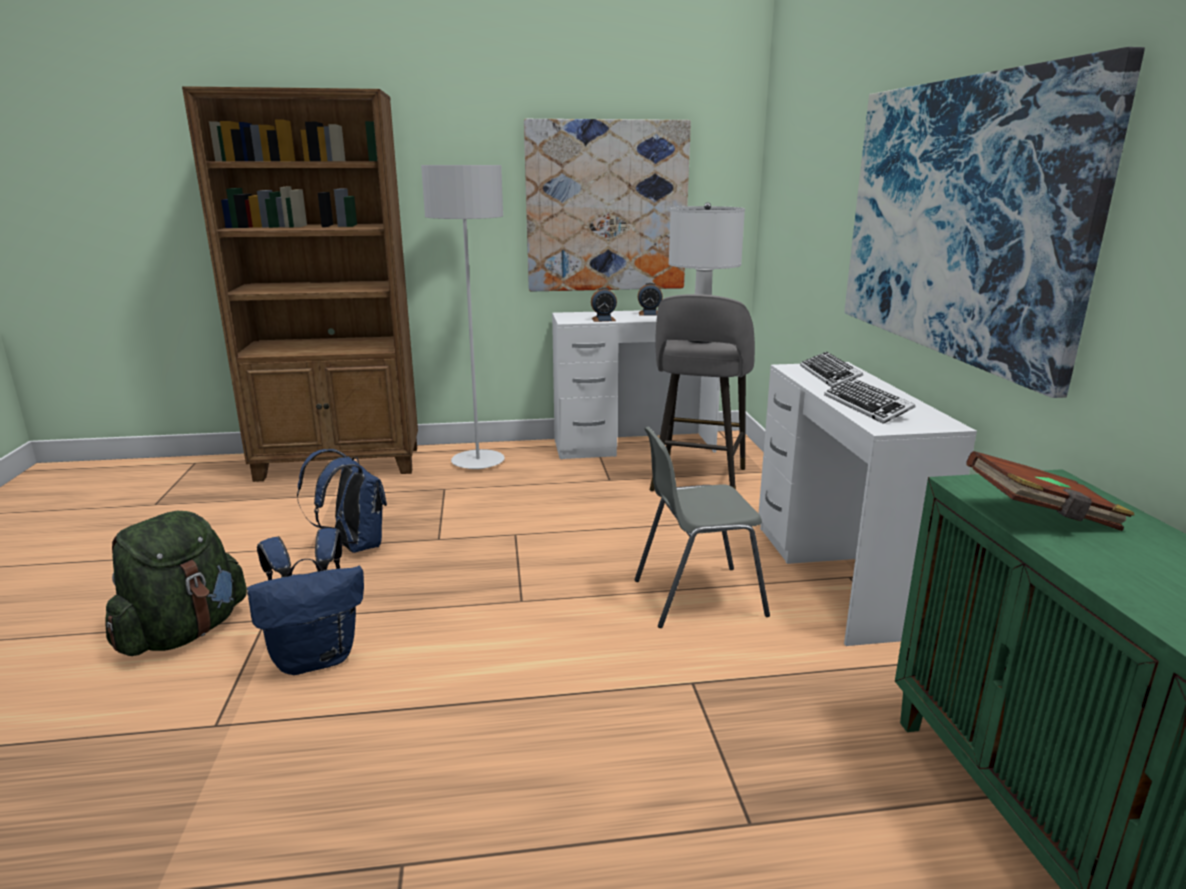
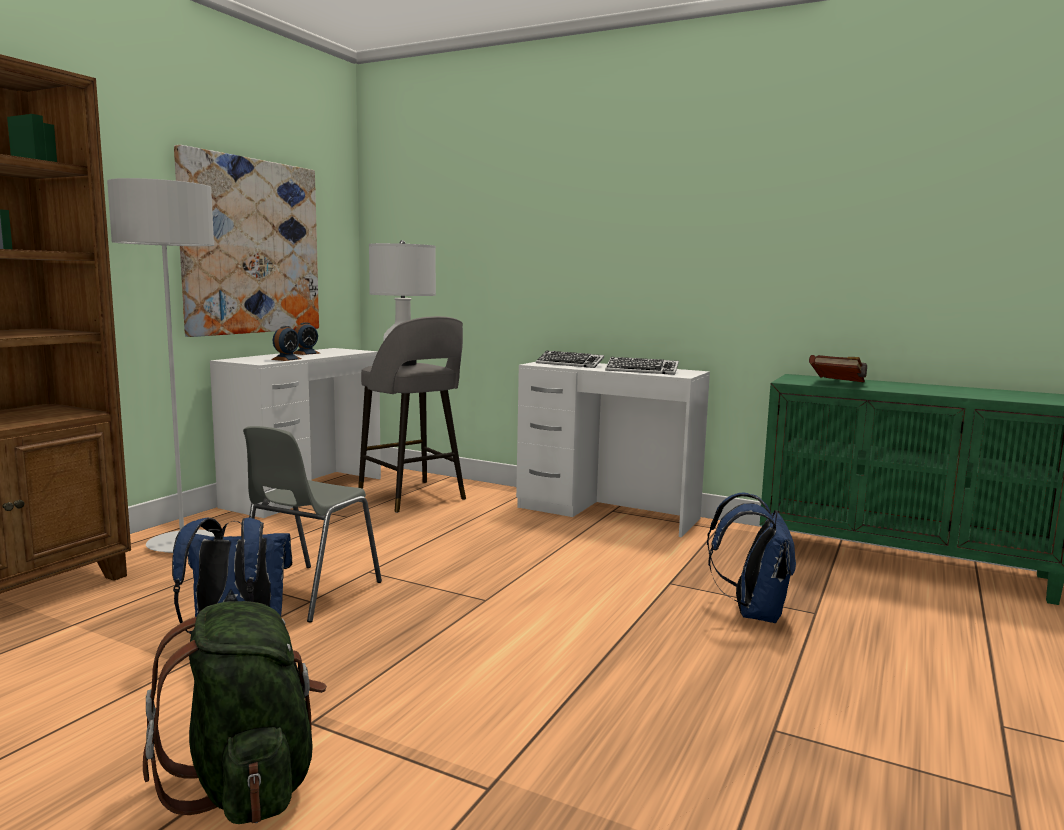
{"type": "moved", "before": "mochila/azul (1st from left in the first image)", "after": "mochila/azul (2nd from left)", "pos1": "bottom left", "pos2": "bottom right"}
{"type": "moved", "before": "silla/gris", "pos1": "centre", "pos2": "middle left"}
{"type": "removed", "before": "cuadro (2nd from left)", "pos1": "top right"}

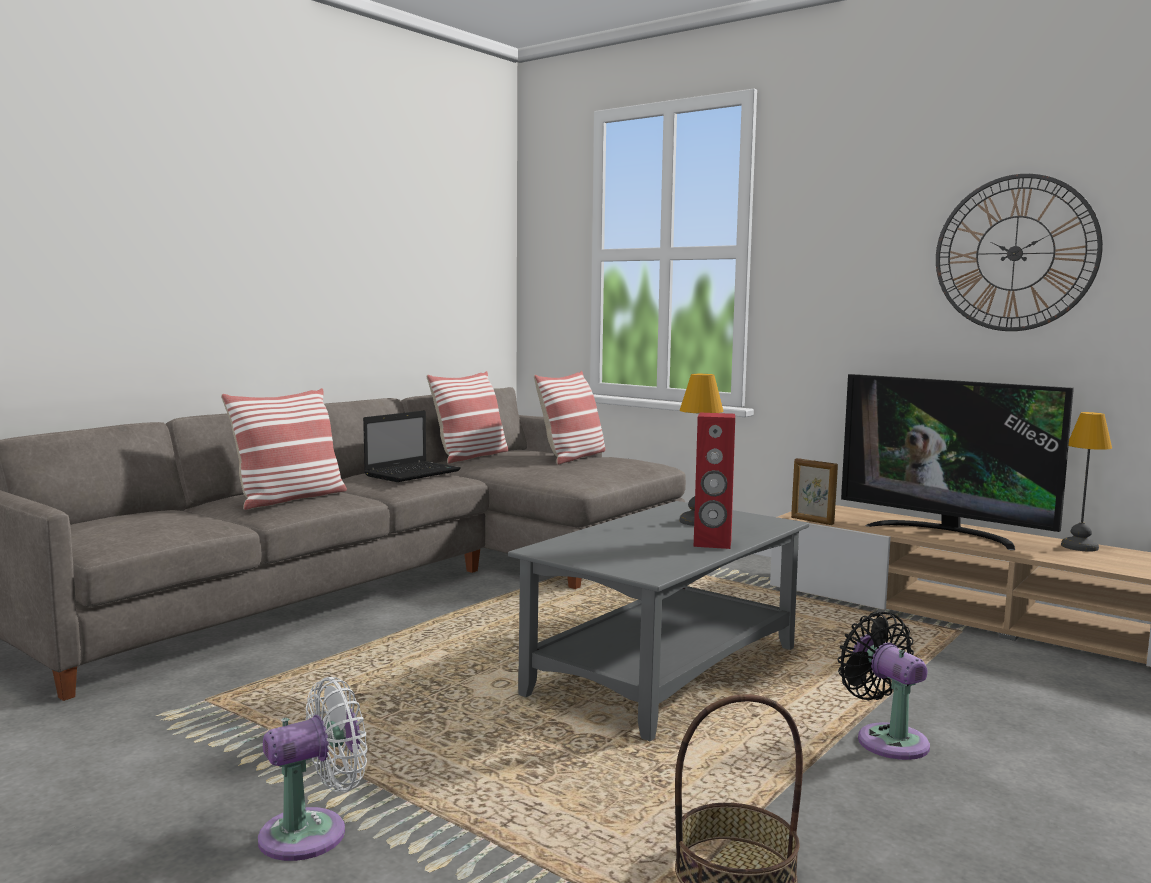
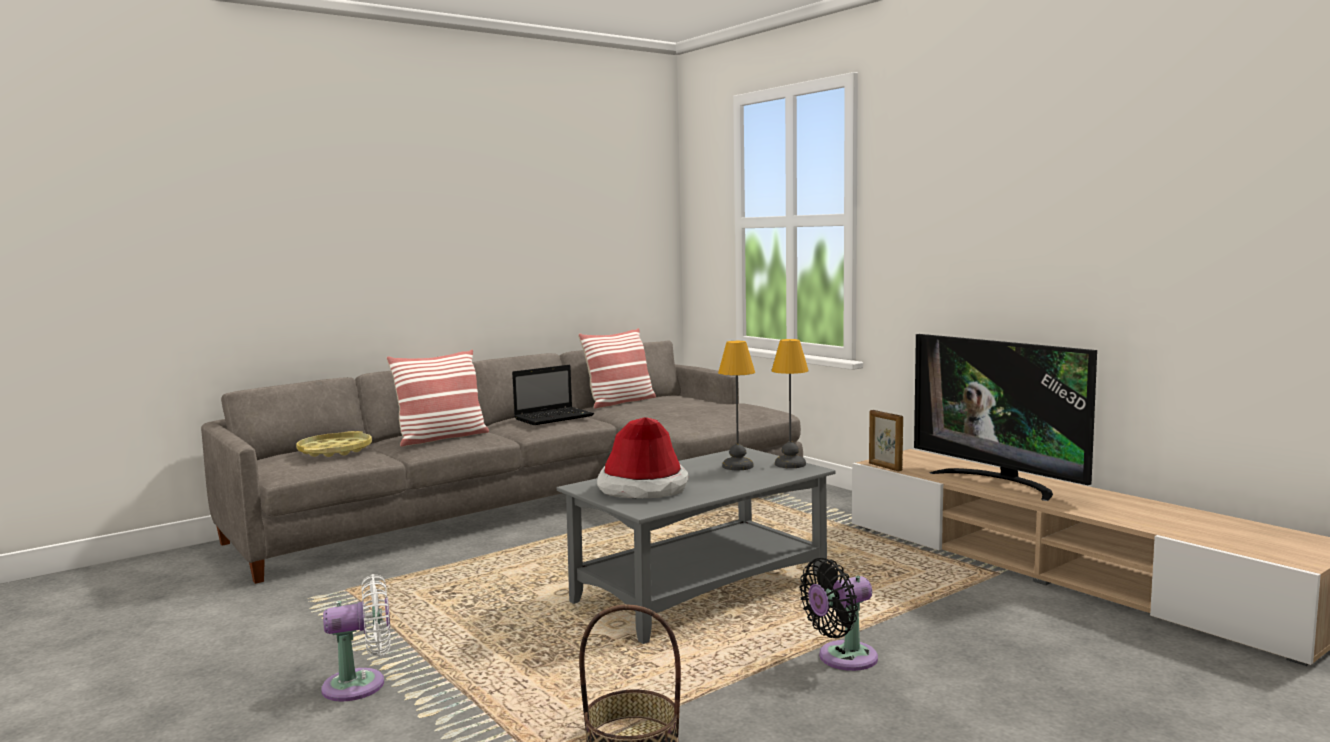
{"type": "removed", "before": "cojín (3rd from left)", "pos1": "centre"}
{"type": "removed", "before": "altavoz/rojo", "pos1": "centre"}
{"type": "turned", "before": "ventilador/negro", "pos1": "bottom right", "pos2": "bottom centre", "turn": -105}
{"type": "removed", "before": "reloj de pared", "pos1": "top right"}
{"type": "moved", "before": "lámpara de mesa (2nd from left)", "pos1": "middle right", "pos2": "centre"}
{"type": "added", "after": "bandeja/amarillo", "pos2": "middle left"}
{"type": "added", "after": "sombrero", "pos2": "centre"}

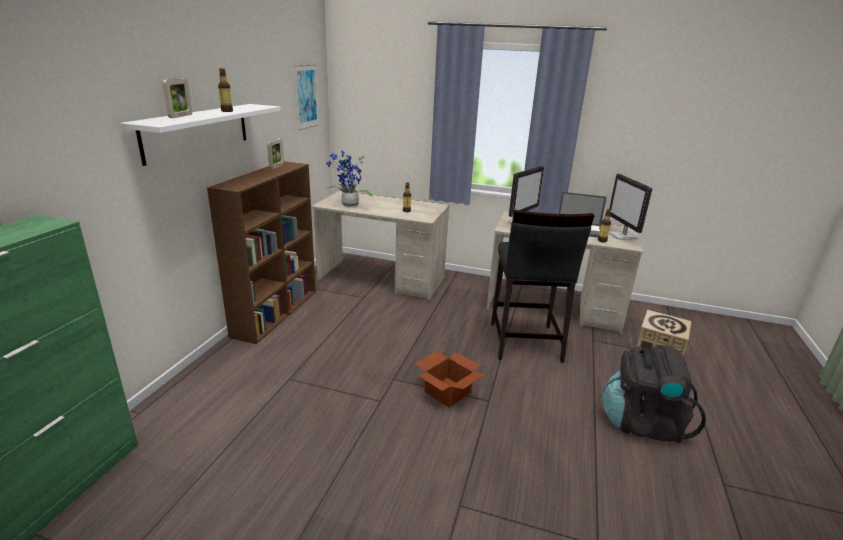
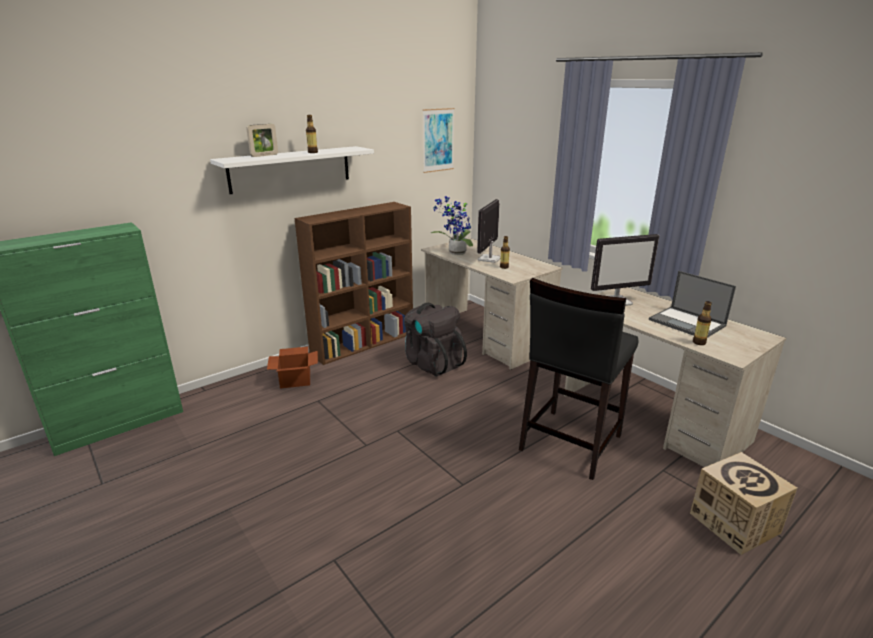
{"type": "removed", "before": "portarretratos (2nd from left)", "pos1": "top left"}
{"type": "moved", "before": "caja de cartón (1st from left)", "pos1": "bottom centre", "pos2": "centre"}
{"type": "moved", "before": "mochila/negro", "pos1": "bottom right", "pos2": "centre"}
{"type": "moved", "before": "monitor (2nd from left in the first image)", "after": "monitor (1st from left)", "pos1": "middle right", "pos2": "centre"}

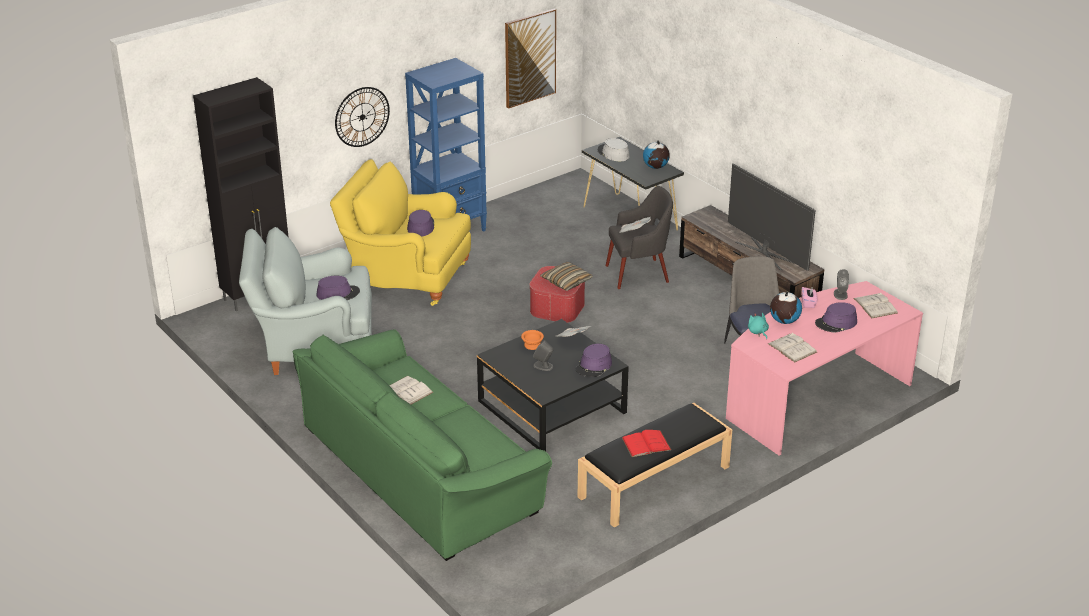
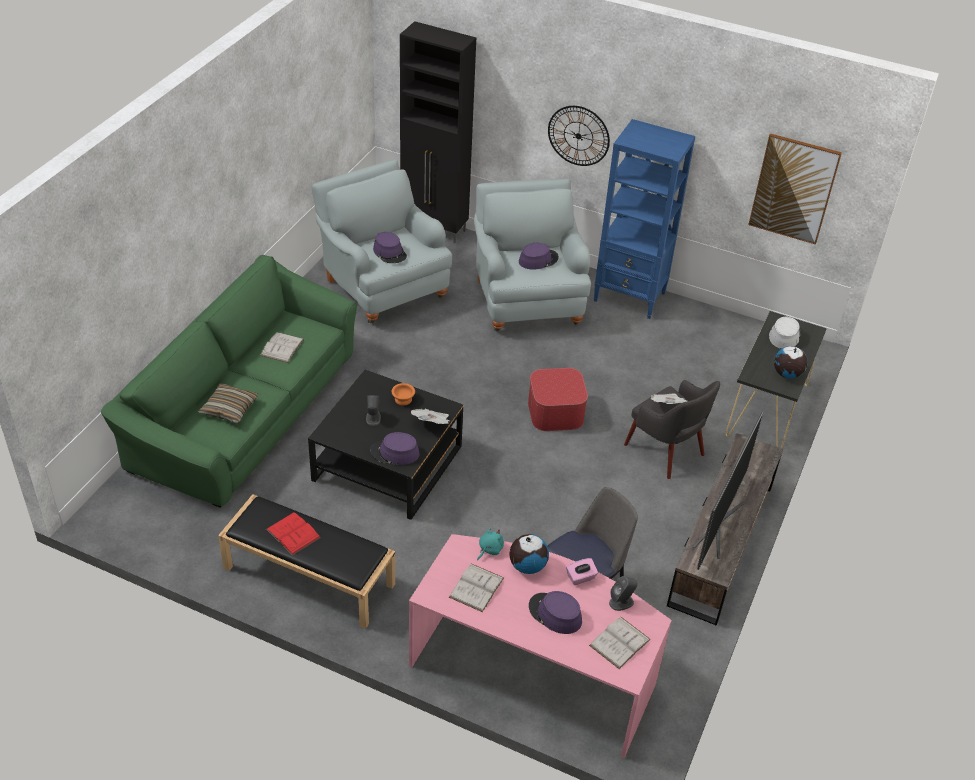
{"type": "recoloured", "before": "sillón/amarillo", "after": "sillón/gris (2nd from left)", "pos1": "centre", "pos2": "top centre"}
{"type": "moved", "before": "cojín", "pos1": "centre", "pos2": "middle left"}

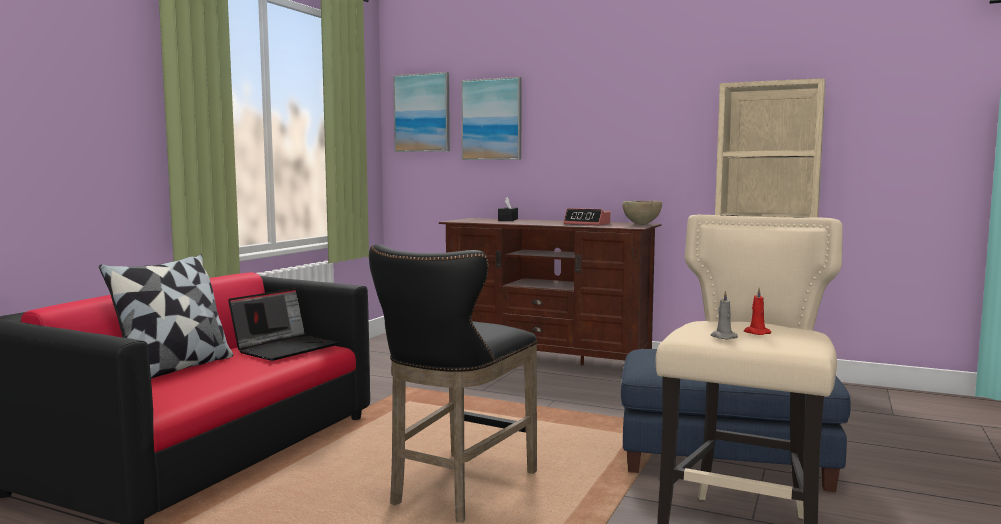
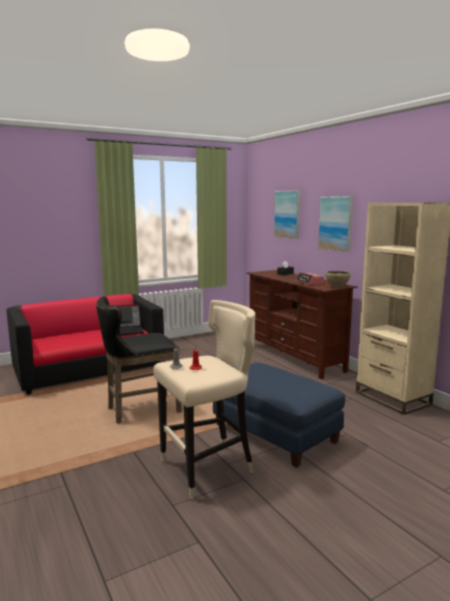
{"type": "removed", "before": "cojín", "pos1": "middle left"}
{"type": "moved", "before": "cuadro (1st from left in the first image)", "after": "cuadro (2nd from left)", "pos1": "top centre", "pos2": "middle right"}

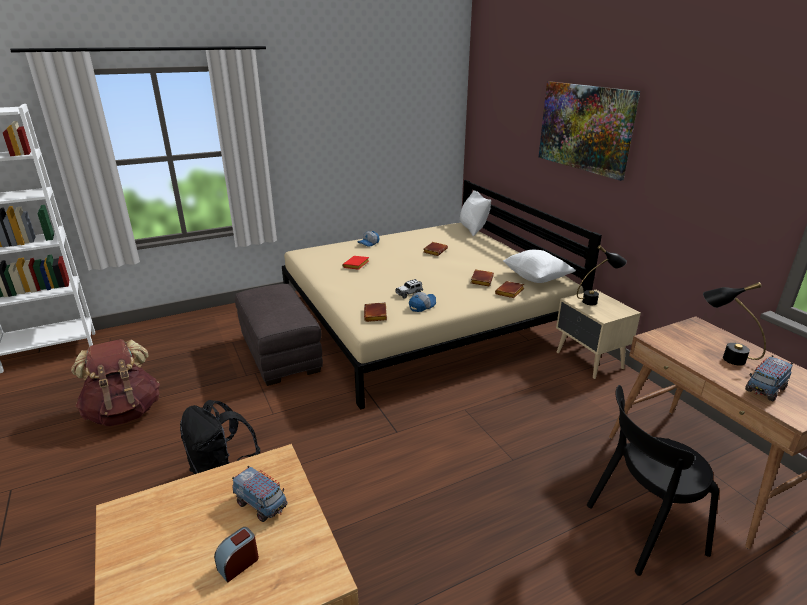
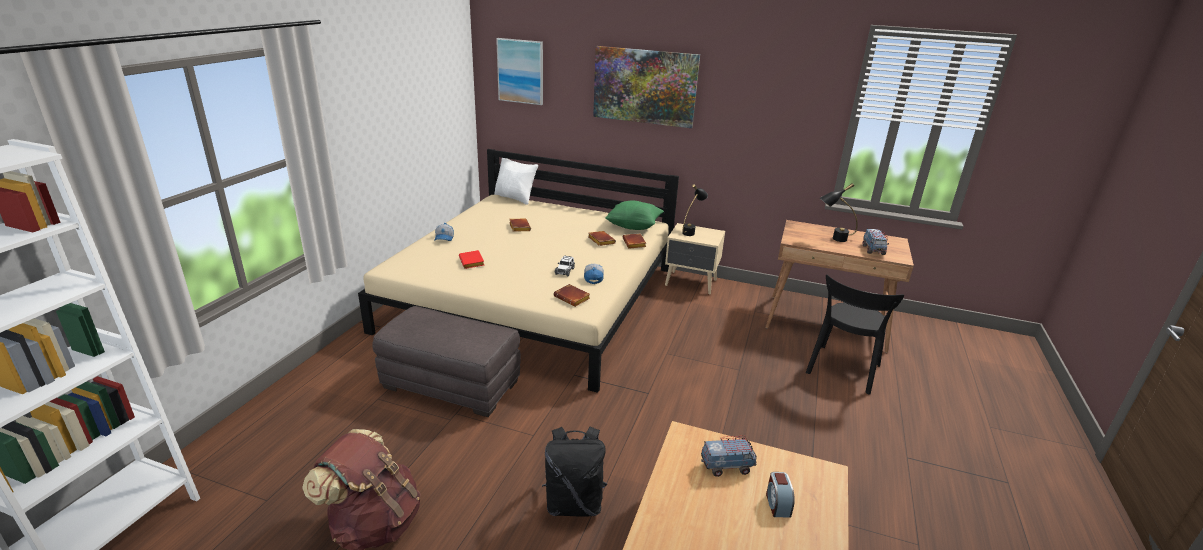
{"type": "recoloured", "before": "cojín/blanco (2nd from left)", "after": "cojín/verde", "pos1": "middle right", "pos2": "centre"}
{"type": "added", "after": "cuadro (1st from left)", "pos2": "top centre"}

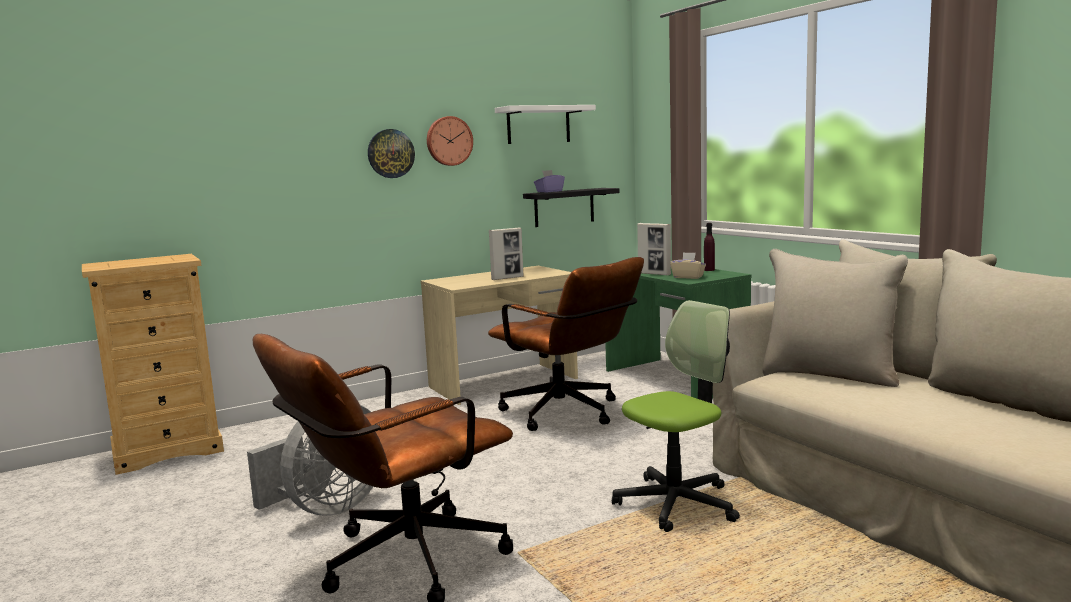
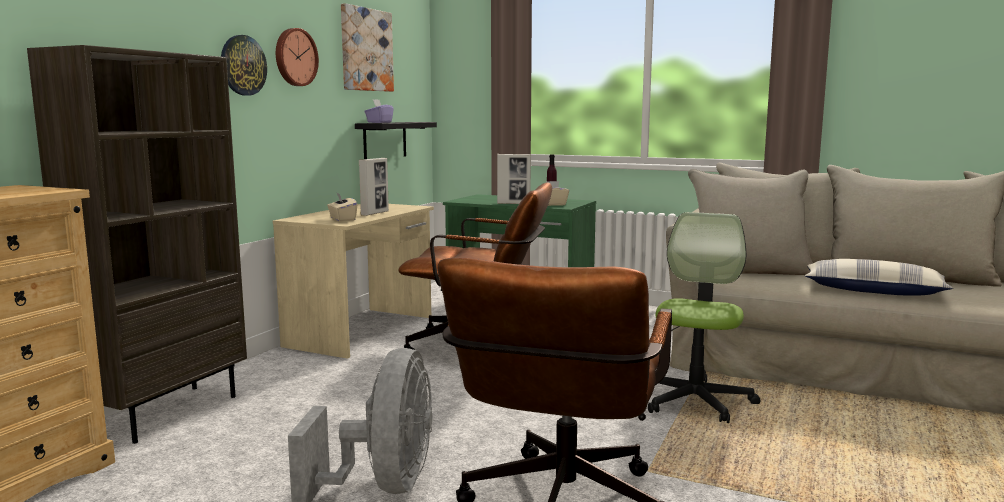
{"type": "replaced", "before": "estante/blanco", "after": "cuadro", "pos1": "top centre", "pos2": "top centre"}
{"type": "added", "after": "estantería/marrón", "pos2": "middle left"}
{"type": "added", "after": "caja de pañuelos/beis (1st from left)", "pos2": "centre"}
{"type": "added", "after": "cojín", "pos2": "middle right"}

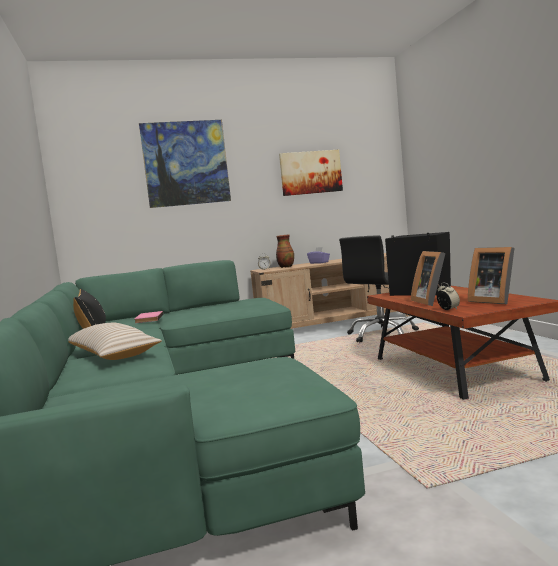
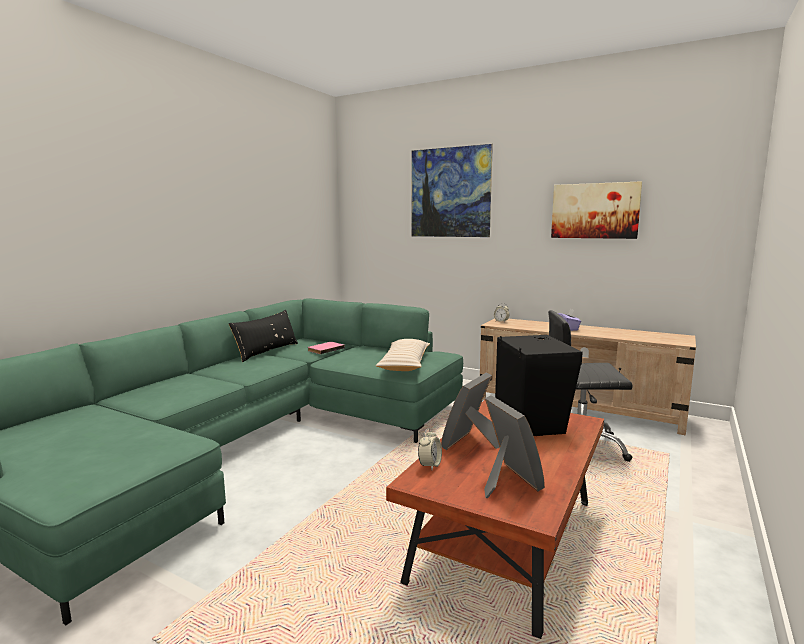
{"type": "moved", "before": "cojín/beis", "pos1": "middle left", "pos2": "centre"}
{"type": "removed", "before": "florero", "pos1": "centre"}
{"type": "turned", "before": "portarretratos (2nd from left)", "pos1": "middle right", "pos2": "bottom centre", "turn": 150}

